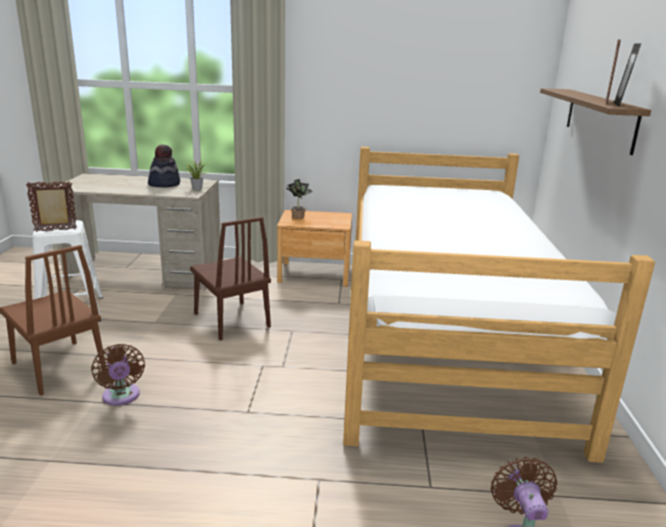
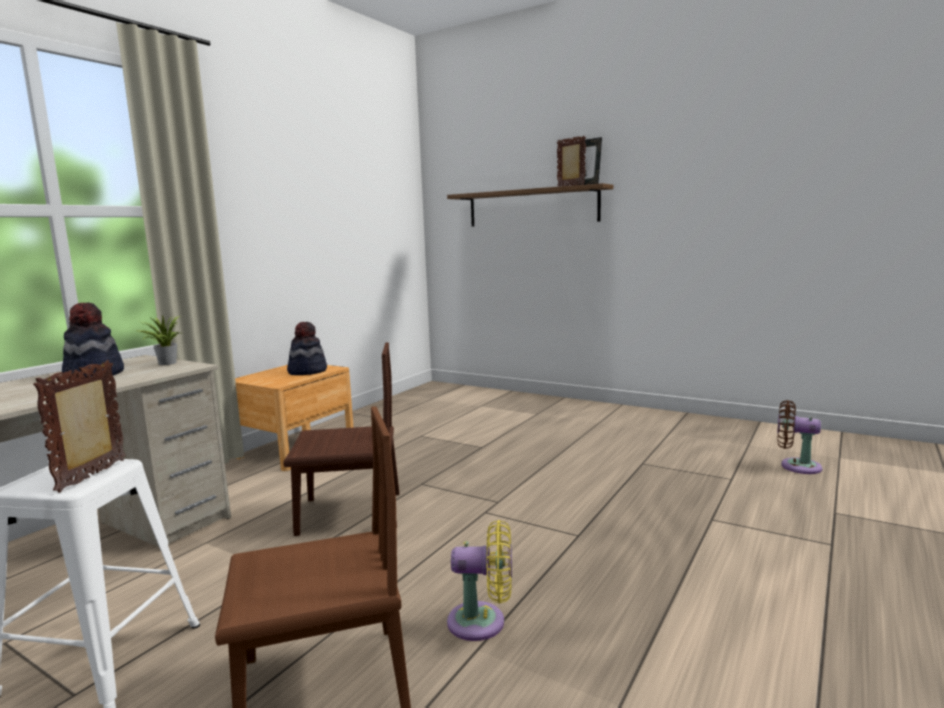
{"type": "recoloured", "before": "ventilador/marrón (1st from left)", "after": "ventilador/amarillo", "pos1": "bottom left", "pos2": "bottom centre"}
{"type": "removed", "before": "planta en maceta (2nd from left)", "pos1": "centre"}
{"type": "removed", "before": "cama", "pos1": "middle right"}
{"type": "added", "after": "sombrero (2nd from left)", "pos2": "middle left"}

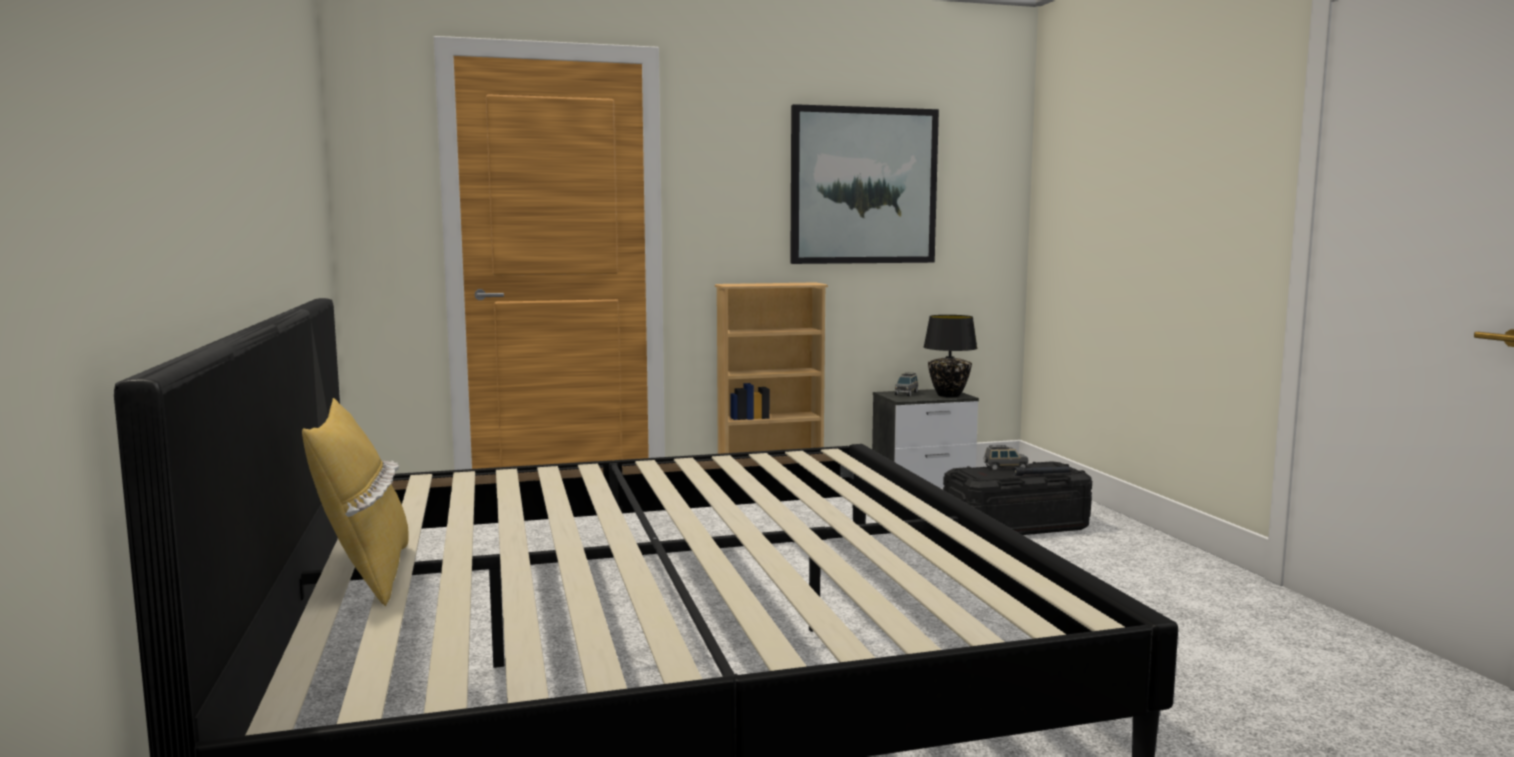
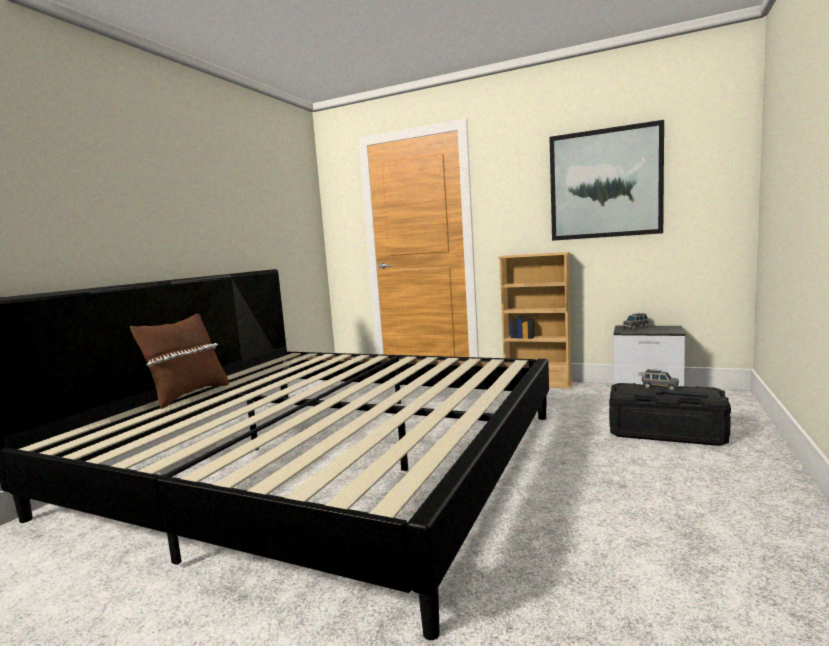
{"type": "recoloured", "before": "cojín/amarillo", "after": "cojín/marrón", "pos1": "middle left", "pos2": "middle left"}
{"type": "removed", "before": "lámpara de mesa/negro", "pos1": "centre"}

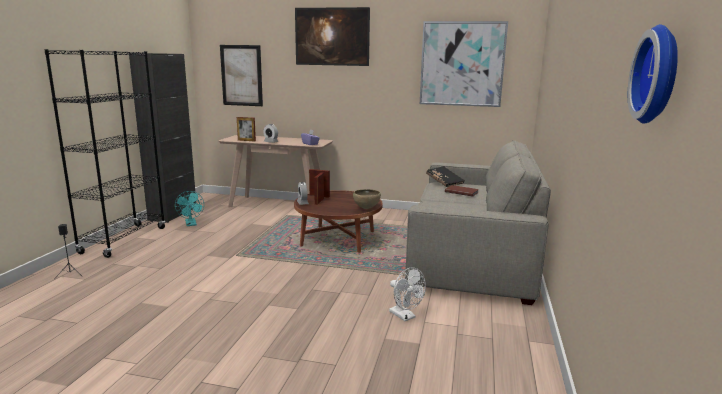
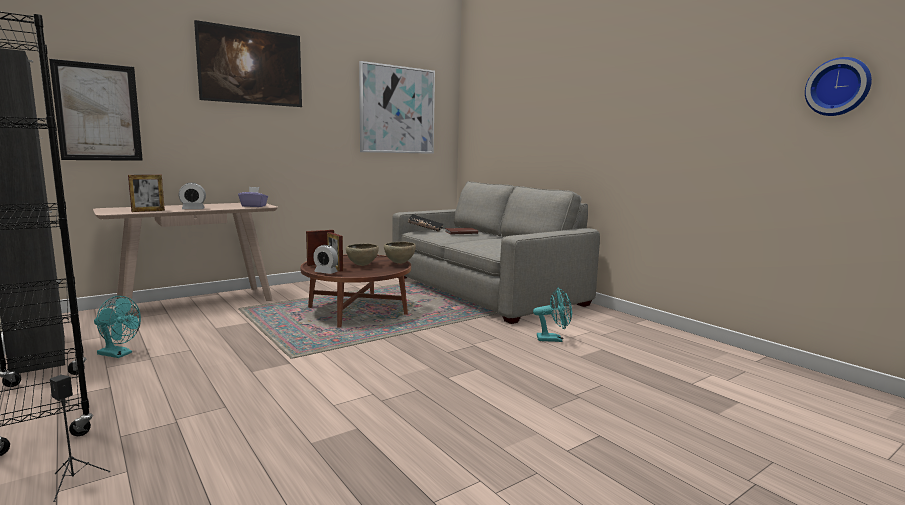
{"type": "recoloured", "before": "ventilador/blanco", "after": "ventilador/turquesa (2nd from left)", "pos1": "bottom centre", "pos2": "centre"}
{"type": "added", "after": "cuenco/marrón (1st from left)", "pos2": "centre"}

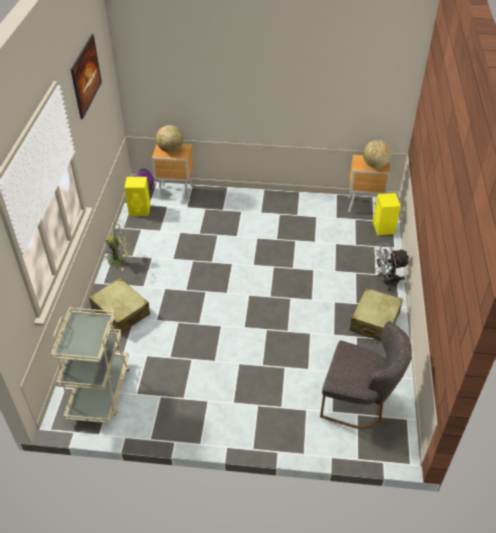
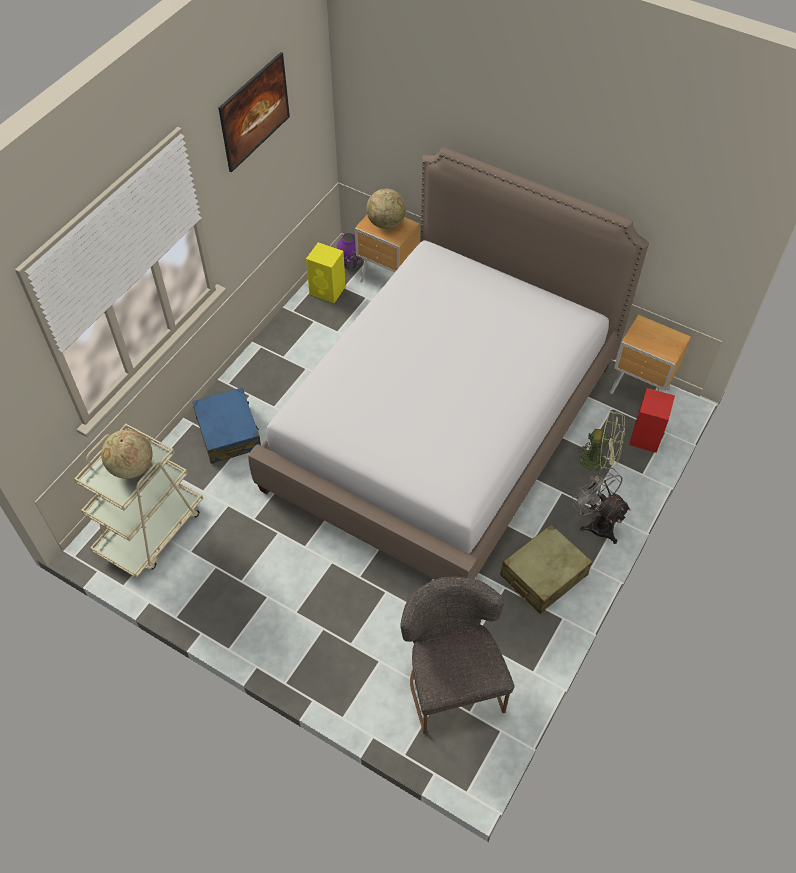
{"type": "recoloured", "before": "maleta/beis (1st from left)", "after": "maleta/azul", "pos1": "middle left", "pos2": "middle left"}
{"type": "moved", "before": "ventilador/verde", "pos1": "middle left", "pos2": "middle right"}
{"type": "turned", "before": "silla/gris", "pos1": "bottom right", "pos2": "bottom centre", "turn": -150}
{"type": "moved", "before": "globo terráqueo (2nd from left in the first image)", "after": "globo terráqueo (1st from left)", "pos1": "top right", "pos2": "middle left"}
{"type": "recoloured", "before": "altavoz/amarillo (2nd from left)", "after": "altavoz/rojo", "pos1": "middle right", "pos2": "middle right"}
{"type": "turned", "before": "ventilador/gris", "pos1": "middle right", "pos2": "middle right", "turn": 45}
{"type": "added", "after": "cama", "pos2": "centre"}

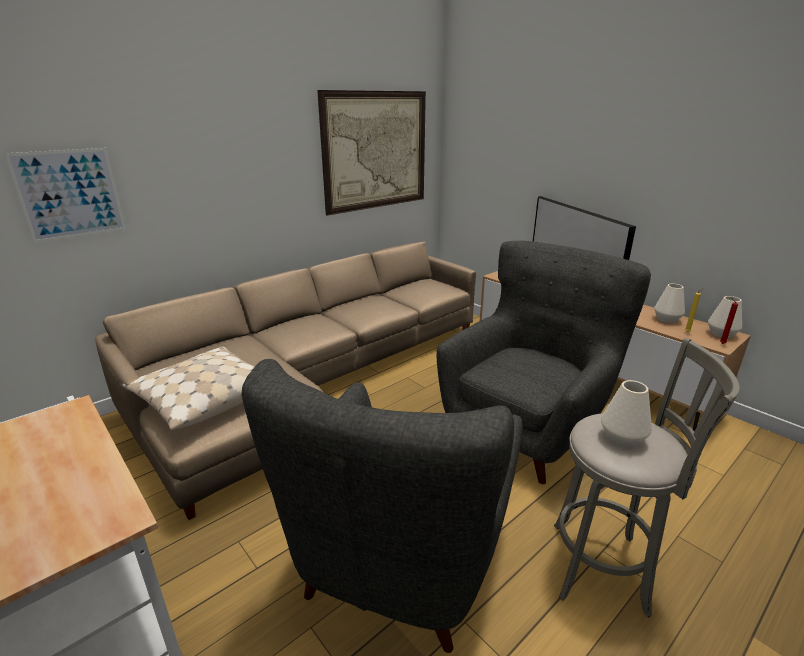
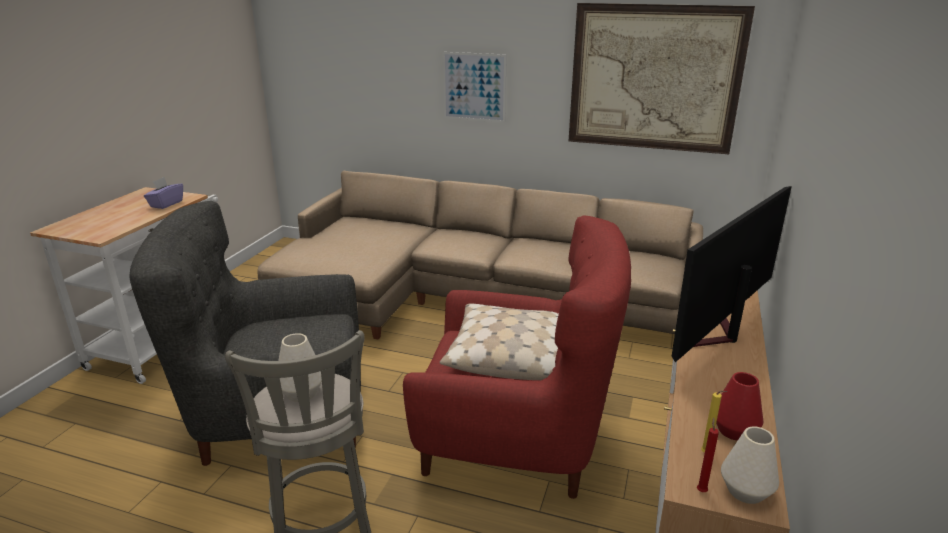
{"type": "moved", "before": "cuadro (1st from left)", "pos1": "top left", "pos2": "top centre"}
{"type": "moved", "before": "cojín/beis", "pos1": "middle left", "pos2": "centre"}
{"type": "recoloured", "before": "sillón/gris (2nd from left)", "after": "sillón/rojo", "pos1": "middle right", "pos2": "bottom centre"}
{"type": "recoloured", "before": "florero/blanco (2nd from left)", "after": "florero/rojo", "pos1": "middle right", "pos2": "bottom right"}
{"type": "added", "after": "caja de pañuelos/morado", "pos2": "middle left"}

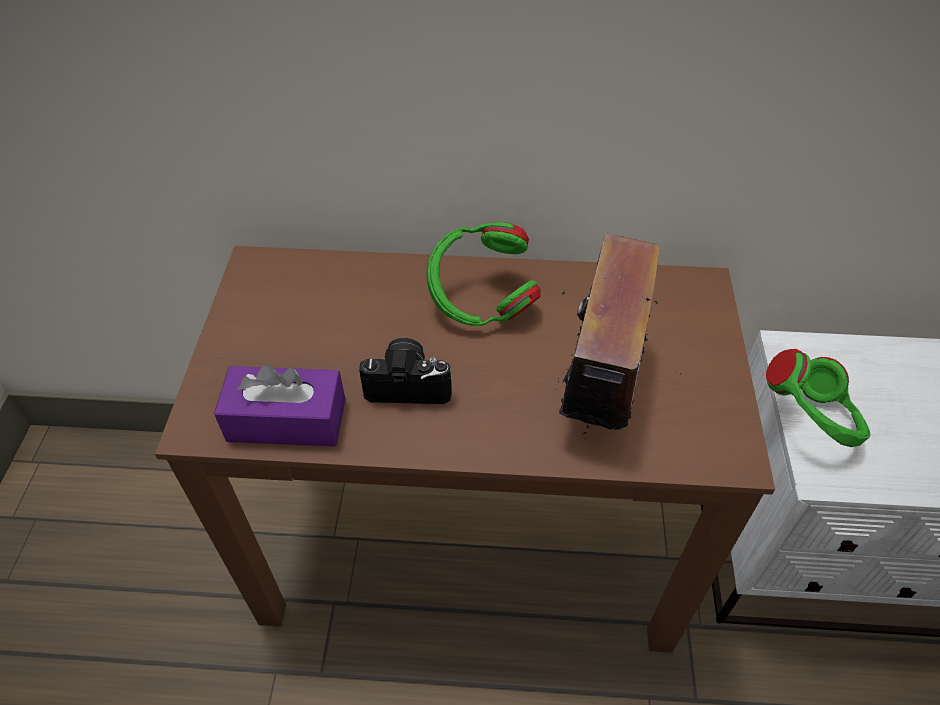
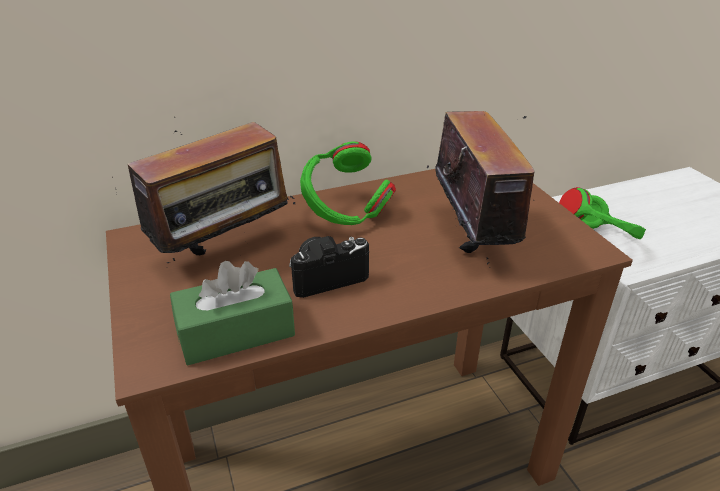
{"type": "recoloured", "before": "caja de pañuelos/morado", "after": "caja de pañuelos/verde", "pos1": "middle left", "pos2": "middle left"}
{"type": "added", "after": "radio (1st from left)", "pos2": "middle left"}

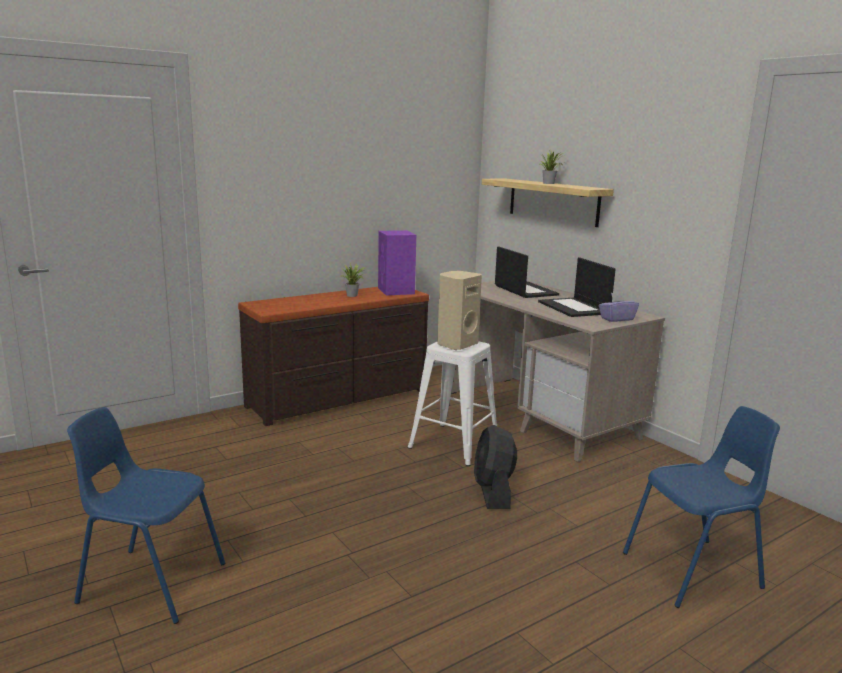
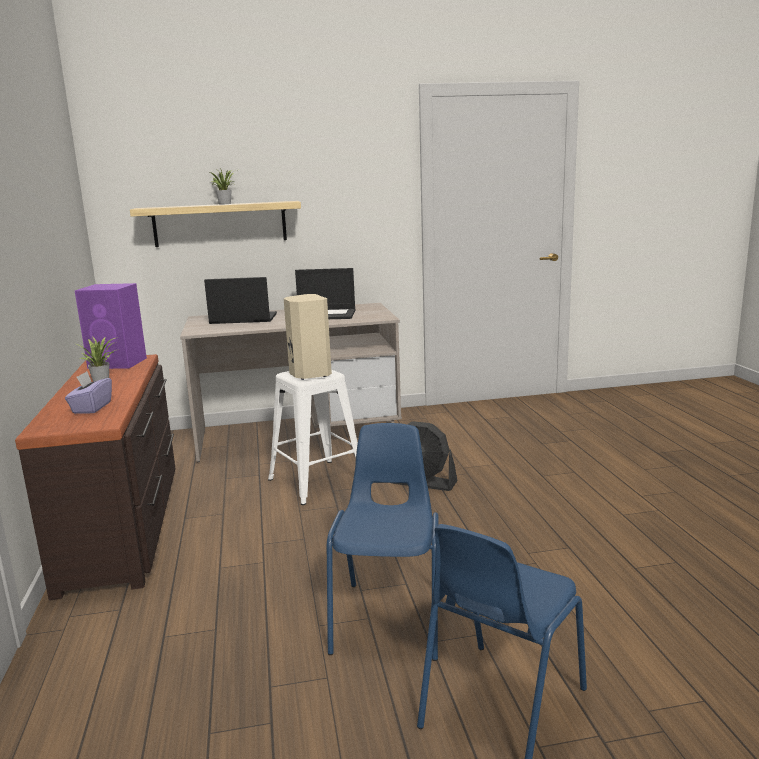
{"type": "moved", "before": "caja de pañuelos/morado", "pos1": "middle right", "pos2": "middle left"}
{"type": "moved", "before": "silla/azul (2nd from left in the first image)", "after": "silla/azul (1st from left)", "pos1": "bottom right", "pos2": "bottom centre"}

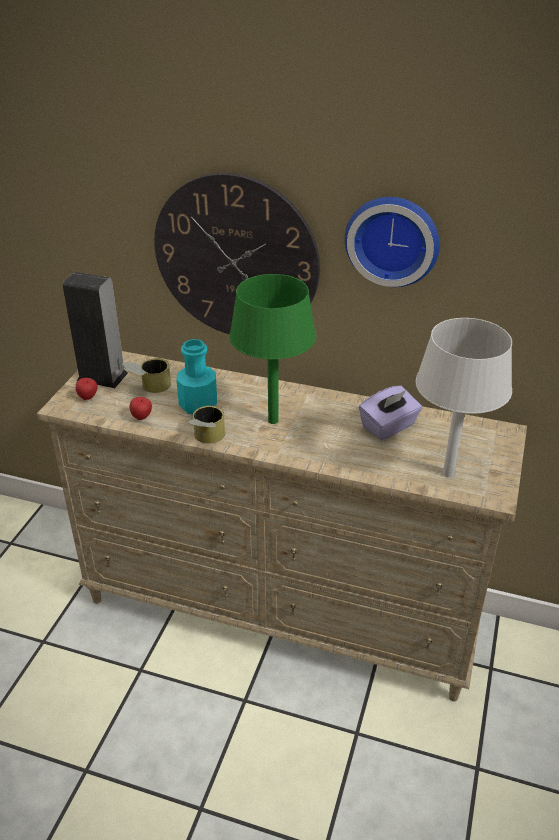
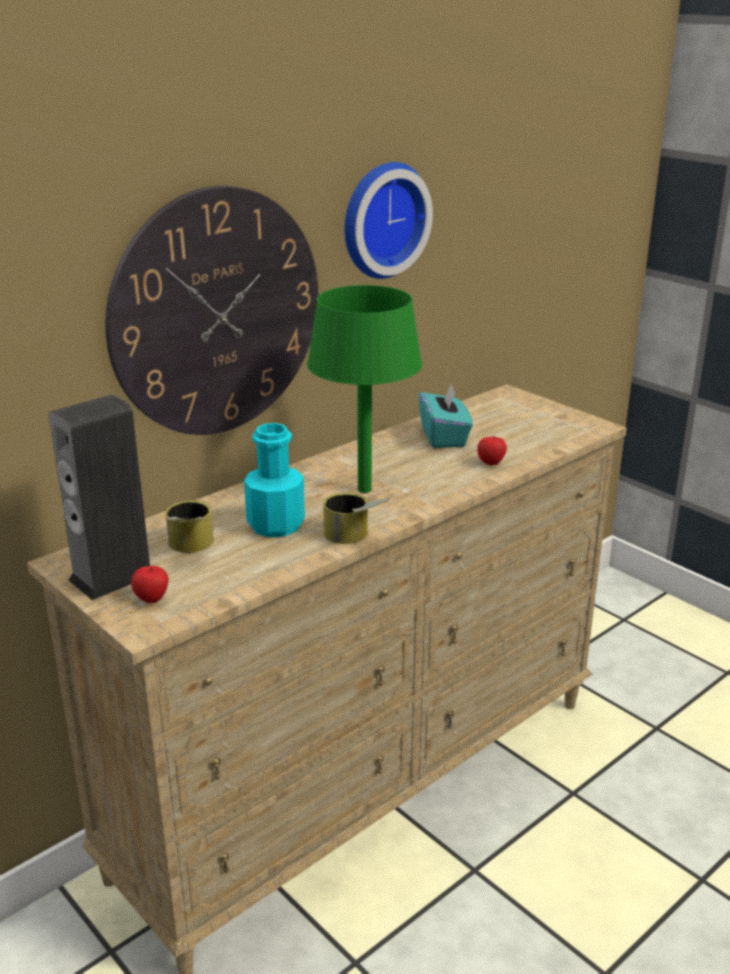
{"type": "moved", "before": "manzana (2nd from left)", "pos1": "middle left", "pos2": "middle right"}
{"type": "recoloured", "before": "caja de pañuelos/morado", "after": "caja de pañuelos/turquesa", "pos1": "middle right", "pos2": "centre"}
{"type": "removed", "before": "lámpara de mesa/gris", "pos1": "middle right"}

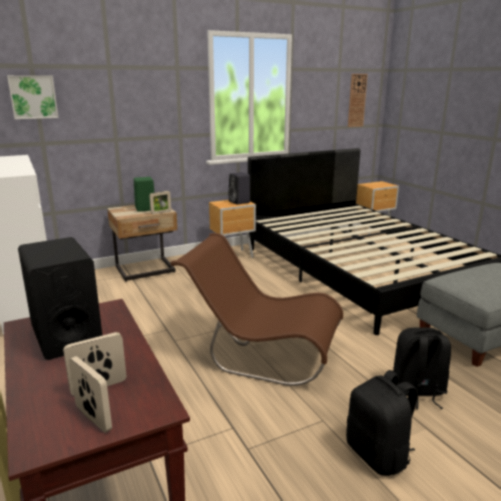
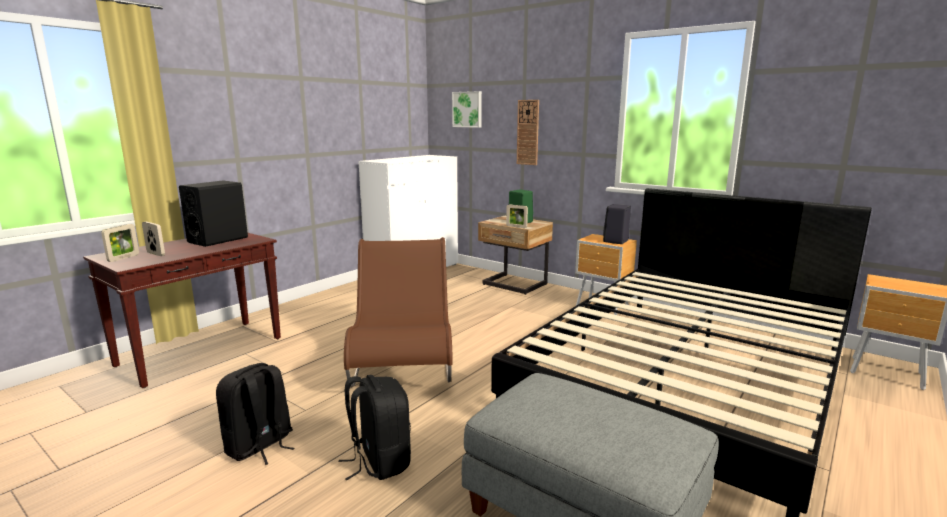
{"type": "moved", "before": "reloj de pared", "pos1": "top right", "pos2": "top centre"}

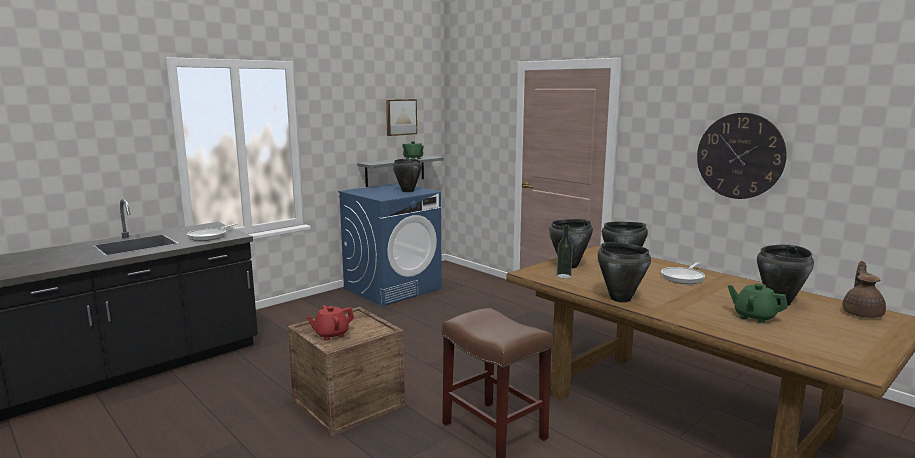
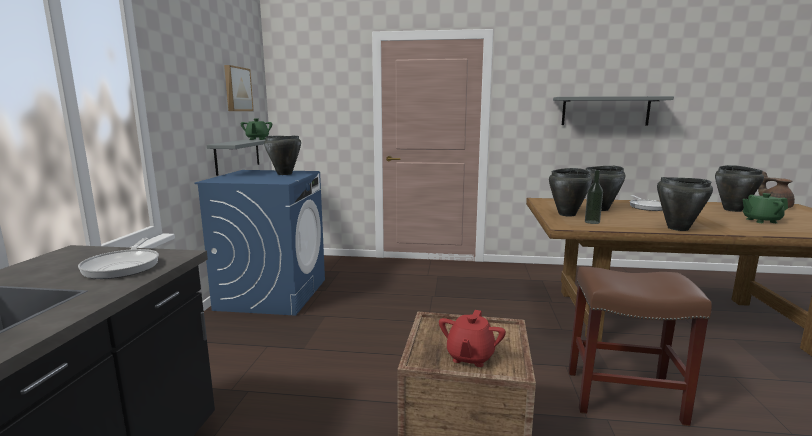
{"type": "replaced", "before": "reloj de pared", "after": "estante/gris (2nd from left)", "pos1": "middle right", "pos2": "top right"}

